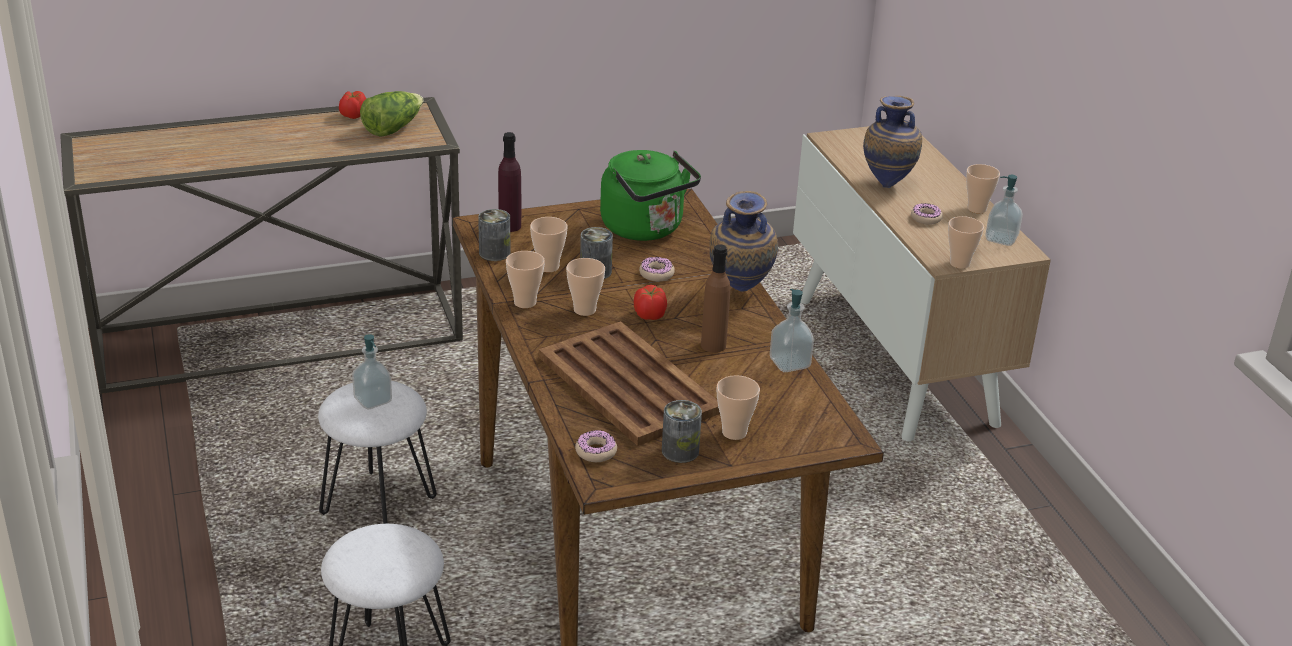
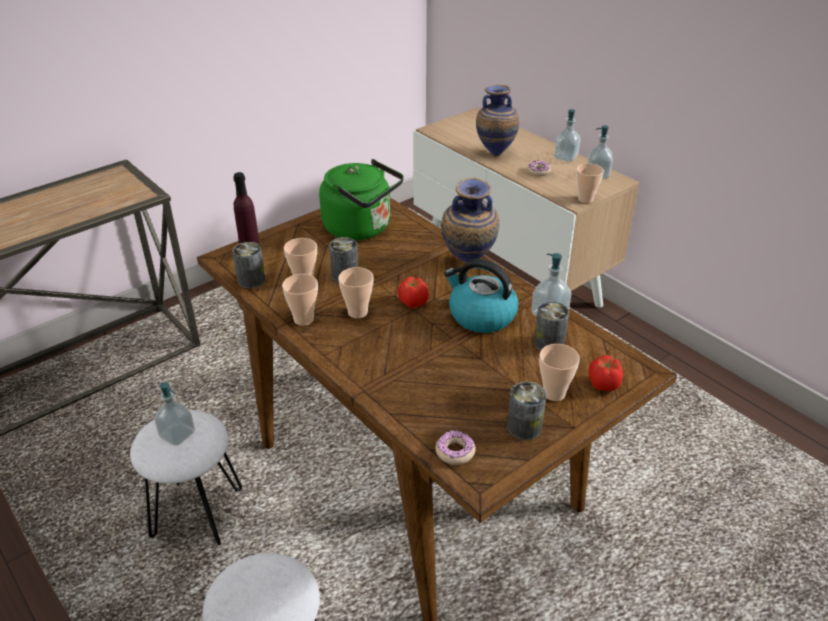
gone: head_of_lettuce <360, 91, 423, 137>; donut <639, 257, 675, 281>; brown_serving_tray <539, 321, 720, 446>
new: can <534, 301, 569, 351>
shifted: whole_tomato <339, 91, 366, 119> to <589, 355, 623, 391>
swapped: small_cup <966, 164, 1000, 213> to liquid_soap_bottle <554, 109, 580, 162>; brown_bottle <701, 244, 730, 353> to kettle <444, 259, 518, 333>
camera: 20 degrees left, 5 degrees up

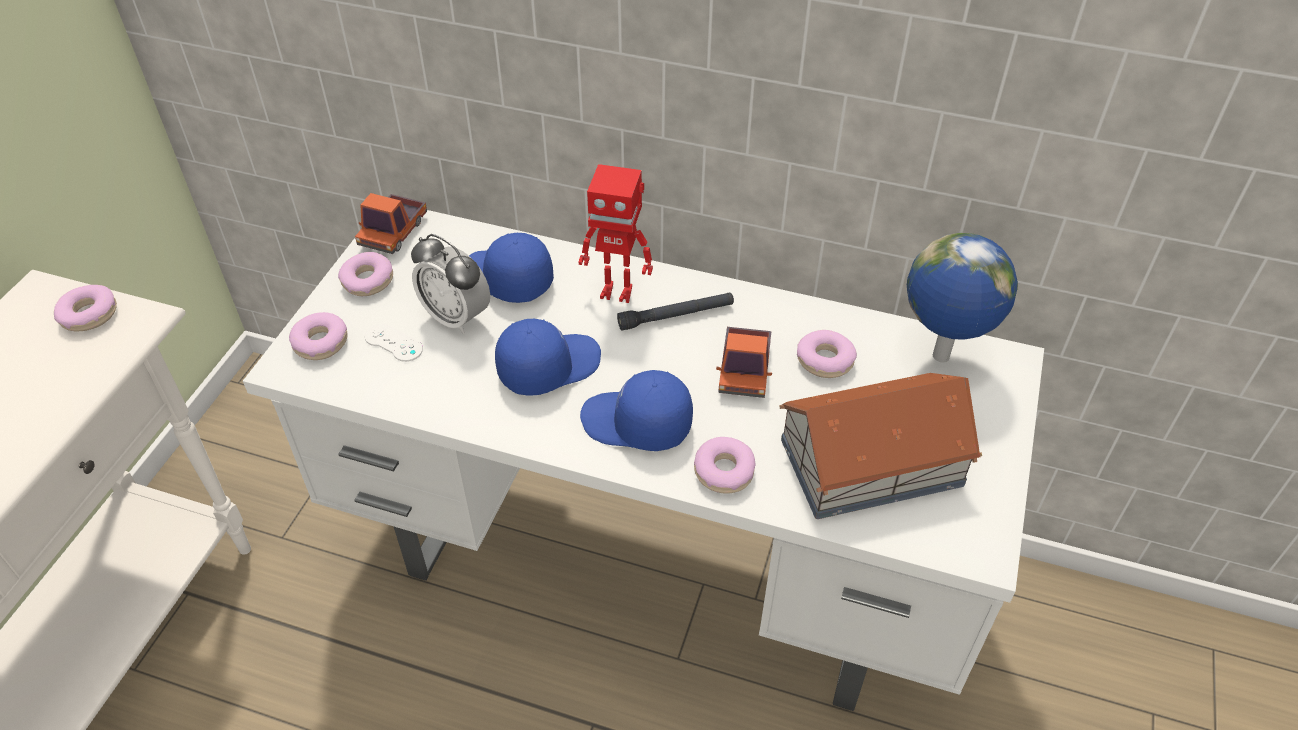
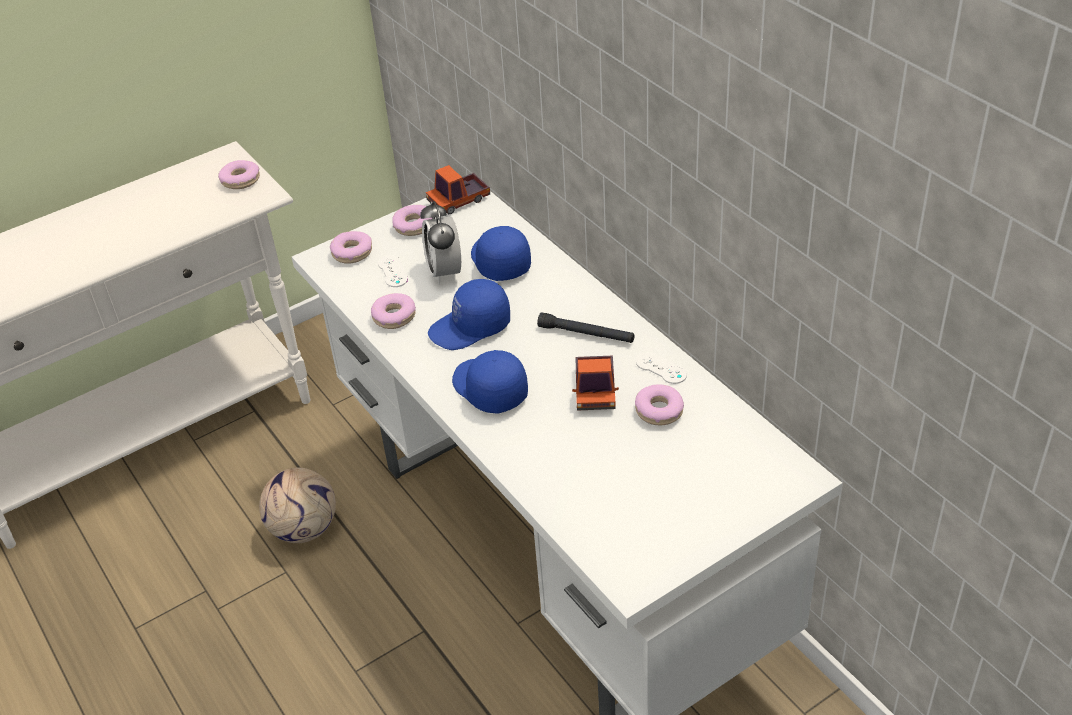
gone: toy_robot <579, 164, 653, 303>; desk_globe <907, 233, 1018, 363>; model_house <779, 373, 982, 519>
new: white_gamepad <636, 352, 687, 384>; football <259, 467, 336, 543>
shifted: donut <694, 437, 755, 494> to <371, 293, 416, 329>
rotated: blue_peaked_cap <495, 319, 601, 396> = <428, 279, 510, 350> 150 degrees clockwise; toy_truck <716, 327, 772, 398> = <572, 356, 619, 411> 45 degrees counterclockwise
camera: 40 degrees right, 5 degrees down

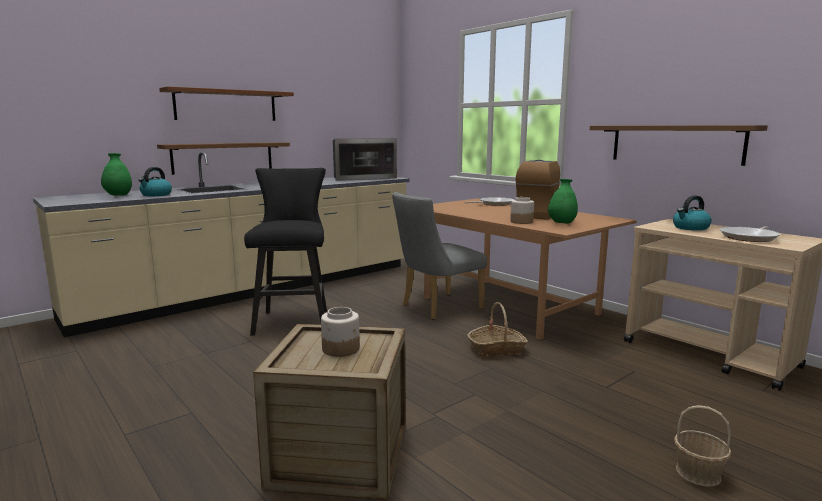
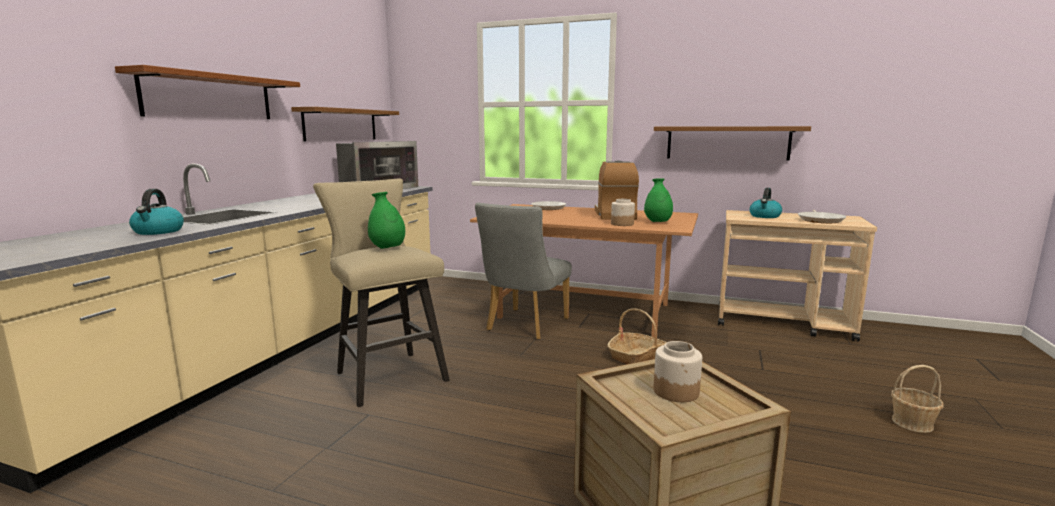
shifted: brown_bracket_shelf <157, 142, 290, 175> to <291, 107, 399, 141>; green_flower_vase <101, 153, 132, 196> to <368, 192, 405, 249>
repainted: black-coloured_stool_seat <244, 168, 327, 336> to beige-coloured_stool_seat <313, 179, 450, 407>
camera: 30 degrees left, 0 degrees up

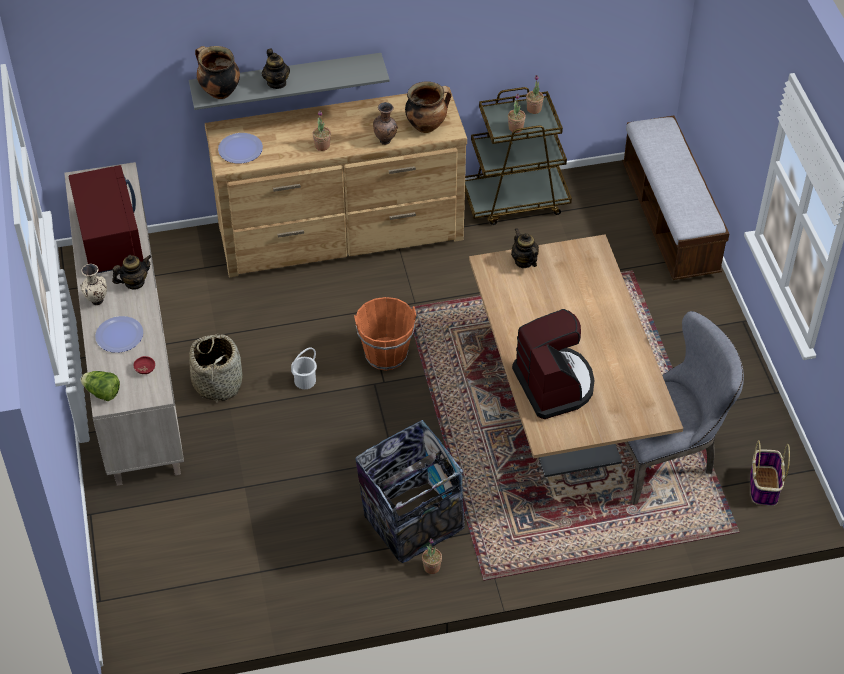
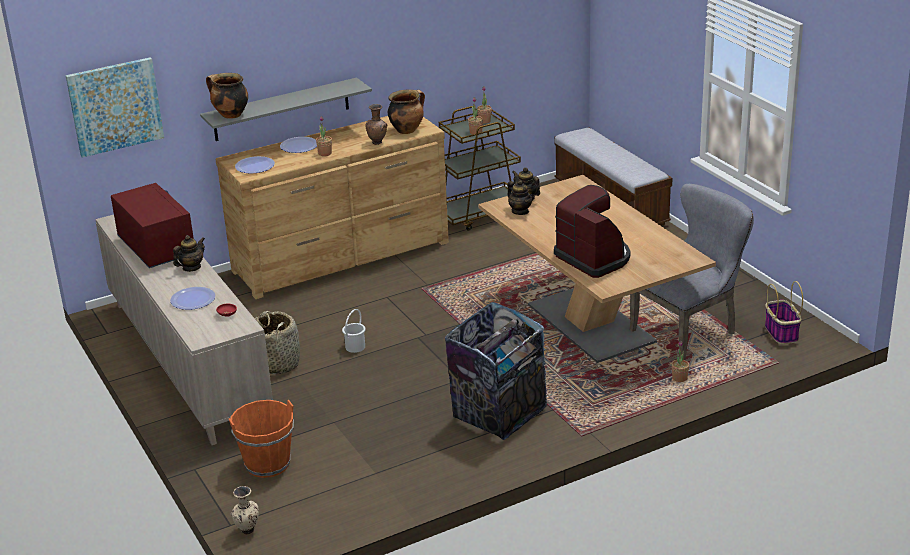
gone: head_of_lettuce <80, 371, 120, 401>
new: wall_picture <66, 57, 164, 157>; flat_dish <280, 137, 317, 153>
shifted: teapot <262, 49, 290, 89> to <507, 180, 533, 215>; beige-coloured_flower_vase <80, 264, 107, 305> to <230, 486, 259, 535>; orange-coloured_pail <354, 297, 416, 371> to <229, 400, 294, 478>; plant_in_a_pot <422, 538, 442, 574> to <671, 341, 689, 382>
camera: 15 degrees left, 20 degrees down

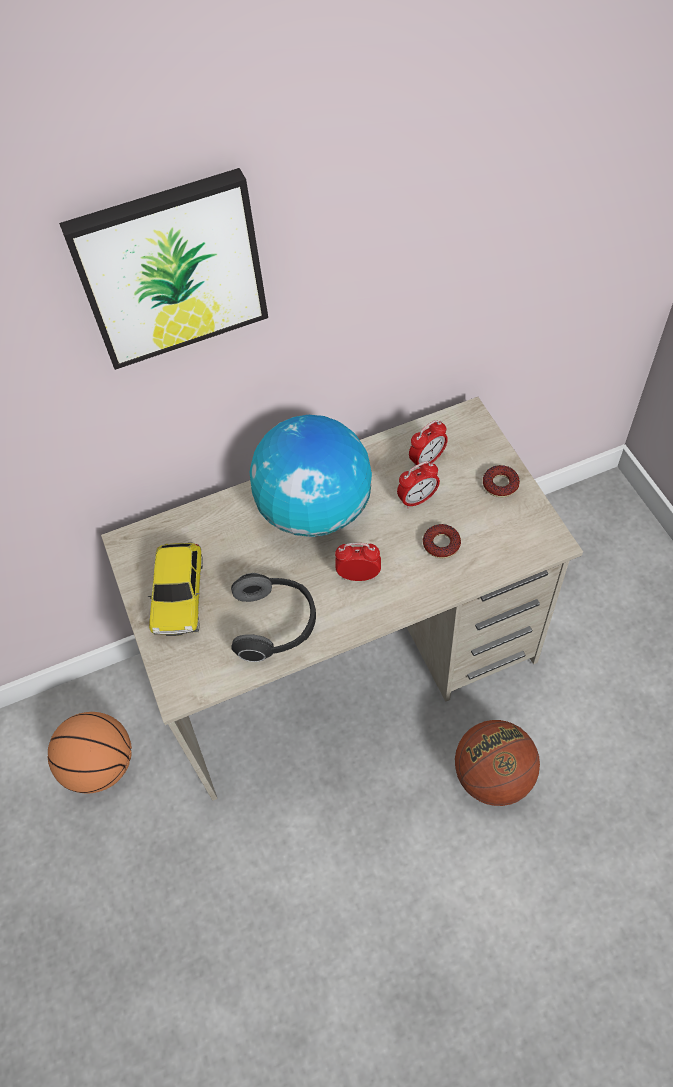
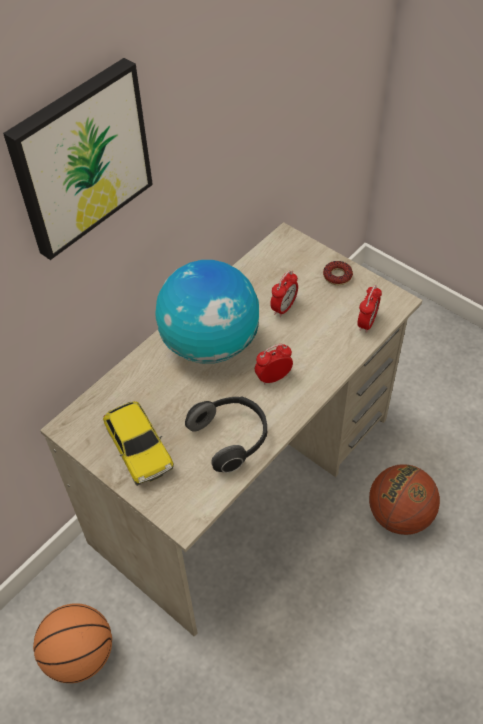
gone: donut <423, 524, 461, 558>
shifted: table_clock <409, 420, 448, 468> to <357, 285, 382, 333>
camera: 30 degrees left, 5 degrees down

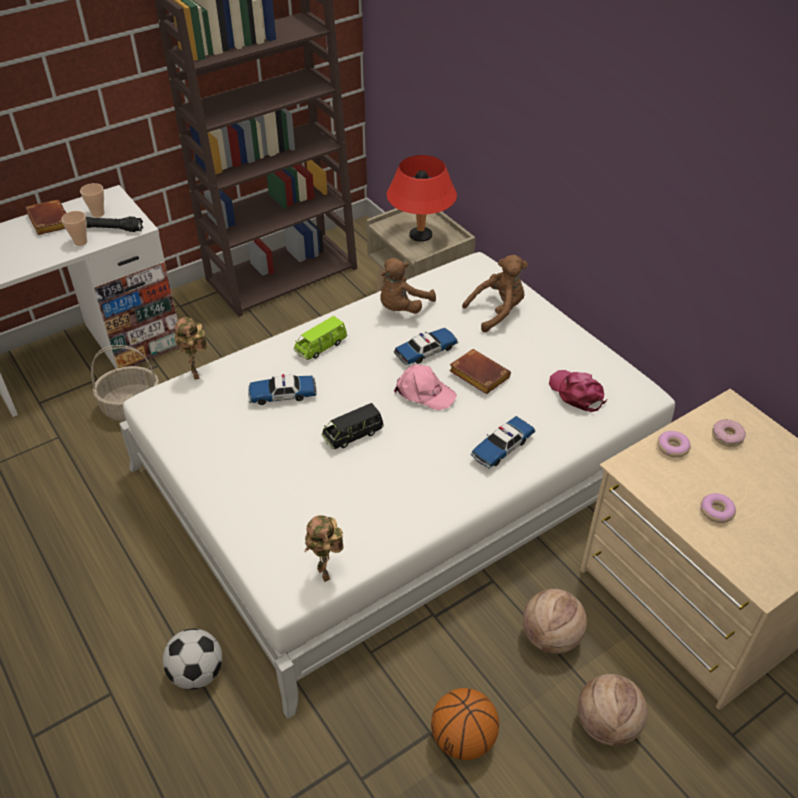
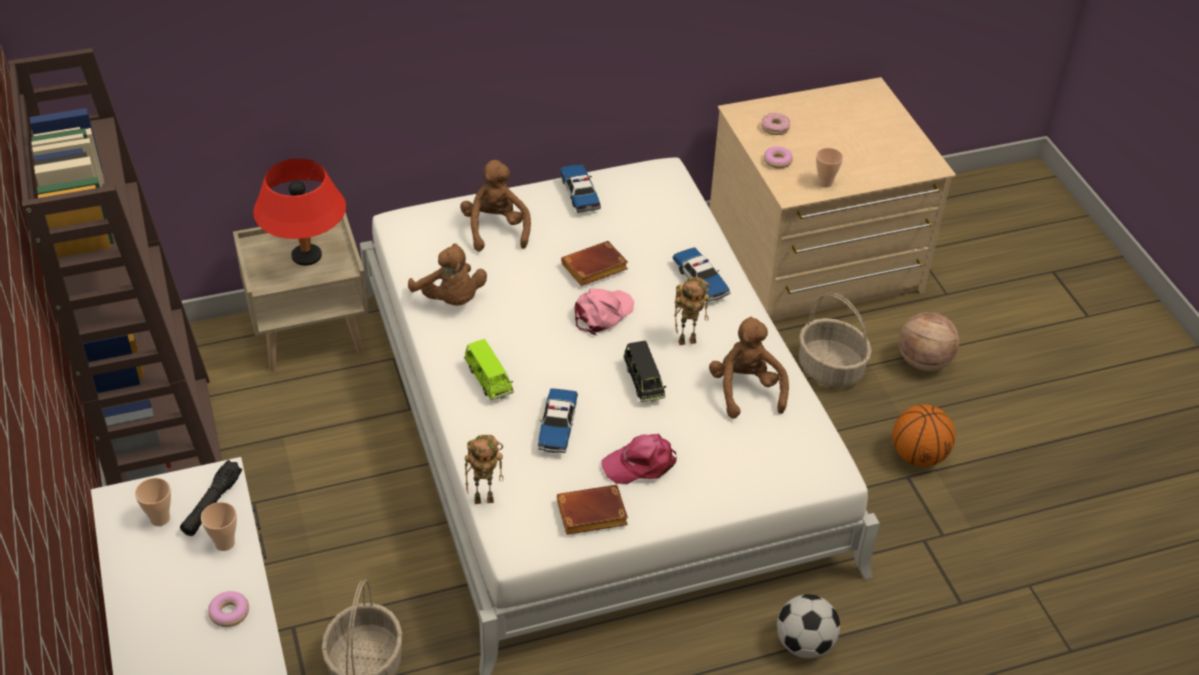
new: small_cup <816, 148, 843, 188>; brown_cuddly_toy <709, 316, 789, 419>
shifted: brown_bound_book <25, 200, 66, 235> to <557, 485, 628, 535>; toy_car <394, 328, 458, 365> to <560, 165, 601, 213>; pink-coloured_peaked_cap <549, 370, 607, 412> to <601, 434, 677, 484>; donut <700, 493, 736, 523> to <208, 591, 249, 627>; toy_robot <304, 515, 344, 582> to <674, 277, 711, 345>
swapped: ball_for_basketball <523, 589, 587, 654> to storage_basket <799, 292, 872, 388>
camera: 75 degrees left, 0 degrees up

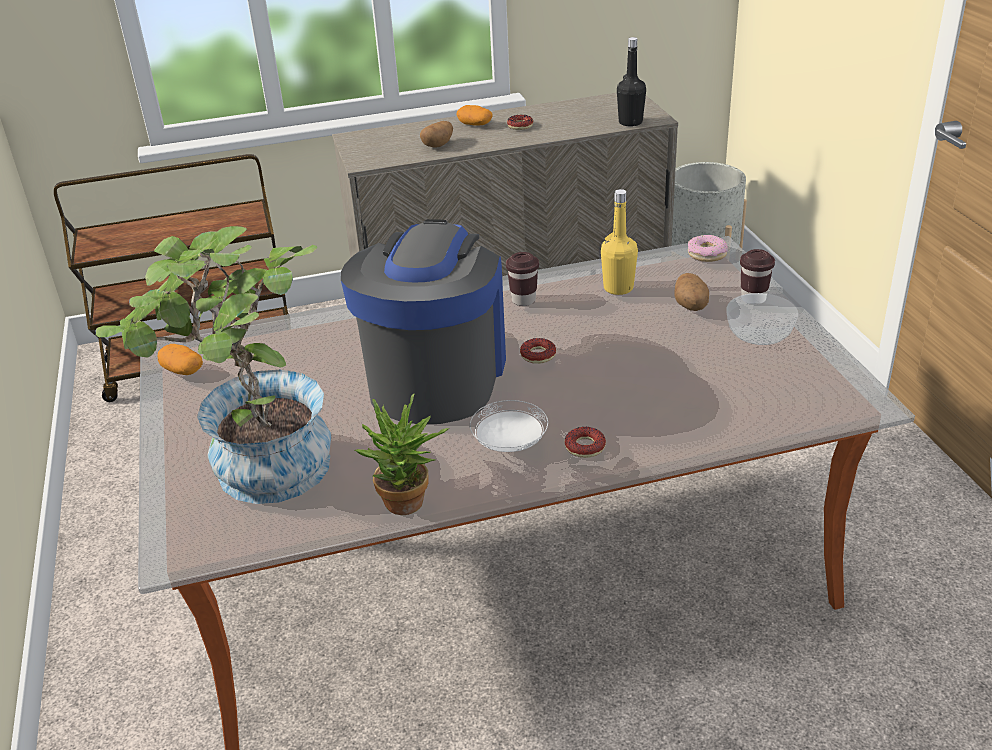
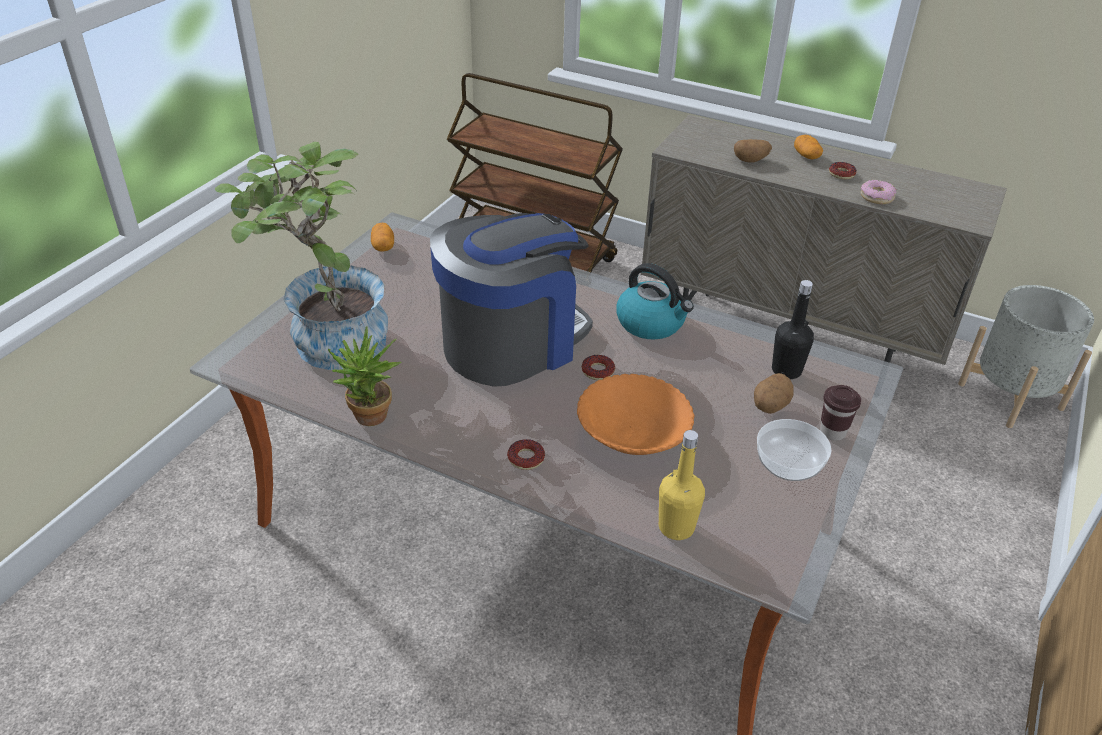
gone: white_flat_dish <470, 400, 548, 452>
new: orange-coloured_serving_bowl <577, 374, 695, 455>
shifted: black-coloured_bottle <617, 37, 646, 126> to <772, 280, 814, 379>; yellow_bottle <601, 189, 638, 295> to <659, 430, 705, 540>; donut <688, 235, 728, 262> to <860, 180, 896, 204>
swapped: brown_small_cup <506, 252, 539, 306> to kettle <617, 263, 694, 340>
camera: 40 degrees right, 5 degrees up

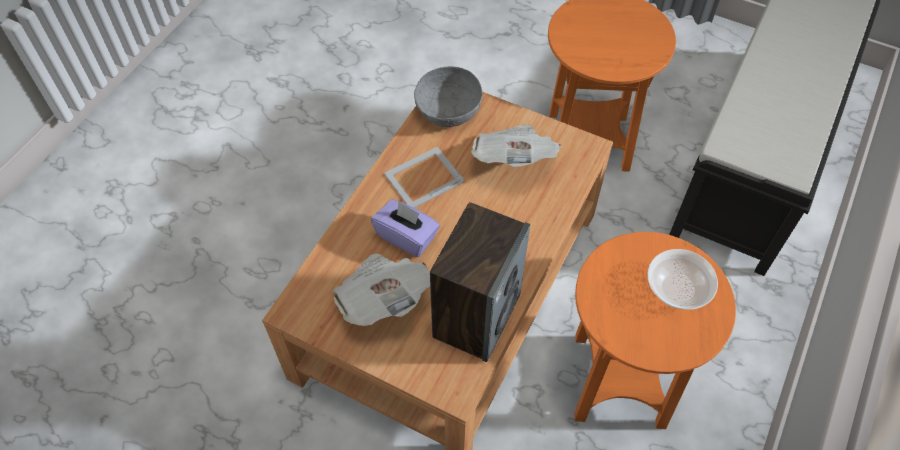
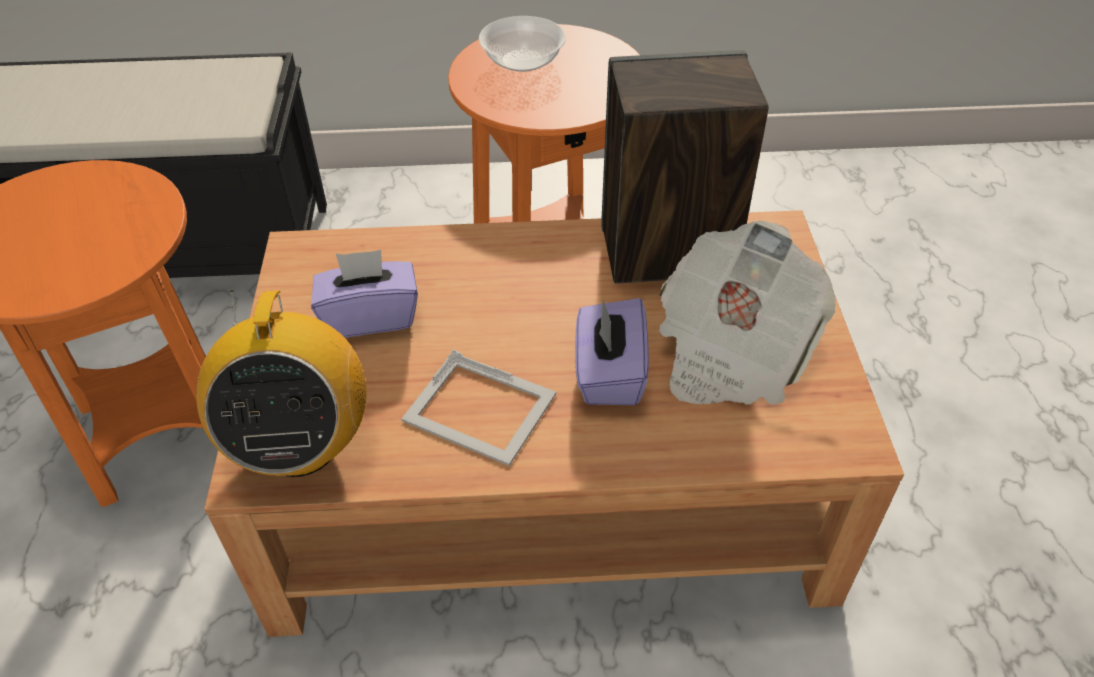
swapped: gray_serving_bowl <414, 66, 482, 127> to radio_receiver <196, 290, 367, 477>; daily_paper <471, 124, 561, 167> to purple_tissue_box <311, 250, 418, 338>
camera: 120 degrees left, 10 degrees down

